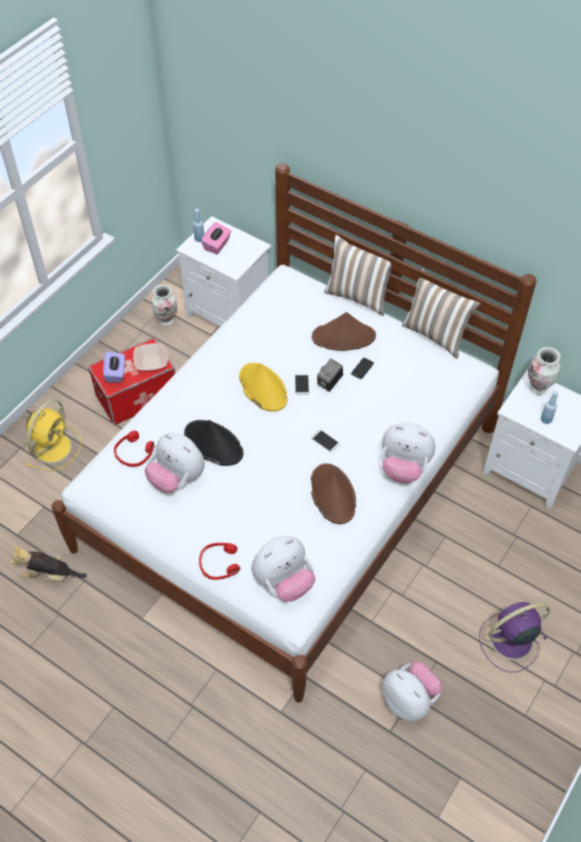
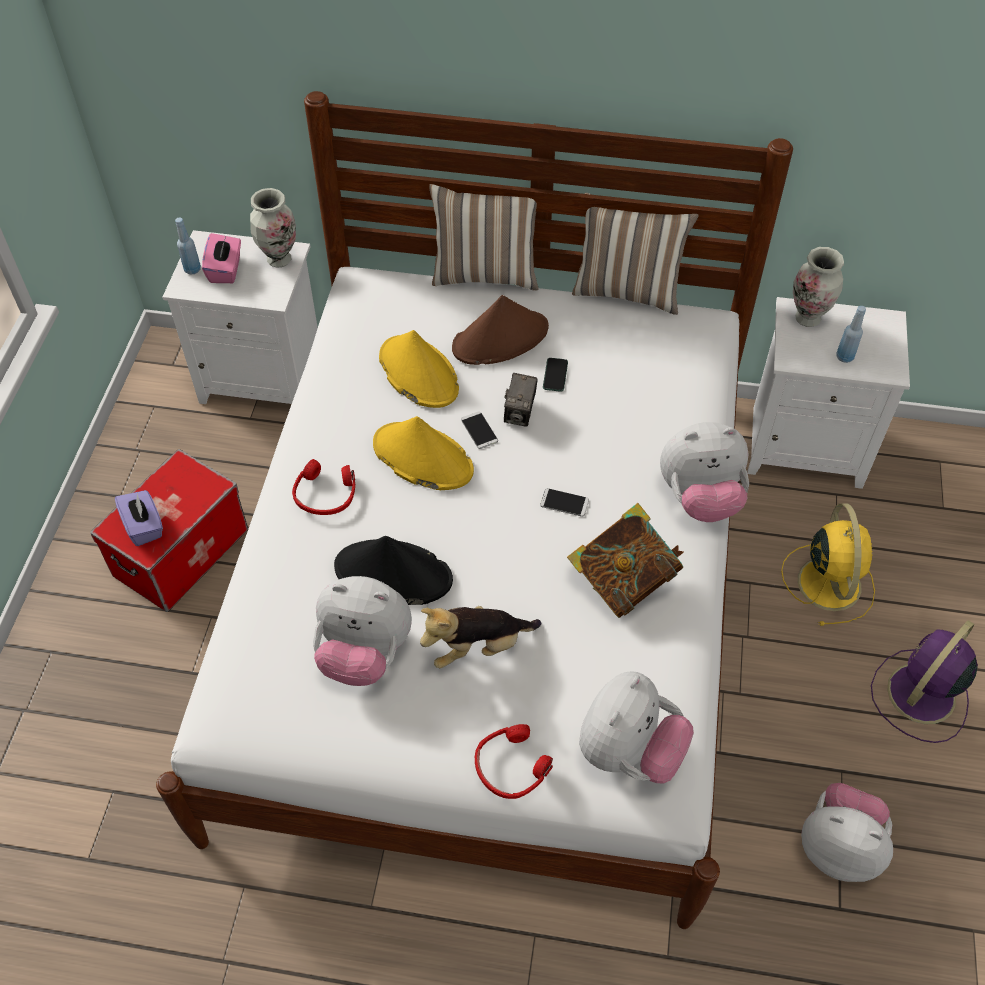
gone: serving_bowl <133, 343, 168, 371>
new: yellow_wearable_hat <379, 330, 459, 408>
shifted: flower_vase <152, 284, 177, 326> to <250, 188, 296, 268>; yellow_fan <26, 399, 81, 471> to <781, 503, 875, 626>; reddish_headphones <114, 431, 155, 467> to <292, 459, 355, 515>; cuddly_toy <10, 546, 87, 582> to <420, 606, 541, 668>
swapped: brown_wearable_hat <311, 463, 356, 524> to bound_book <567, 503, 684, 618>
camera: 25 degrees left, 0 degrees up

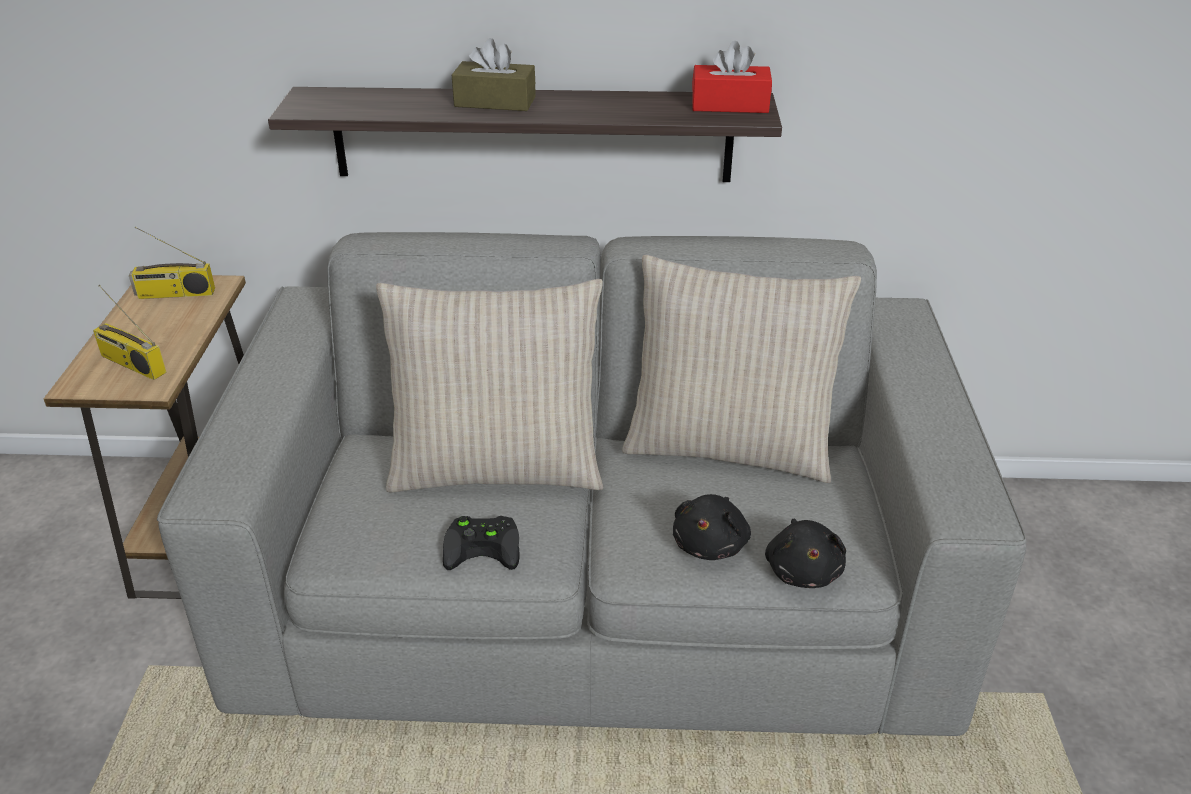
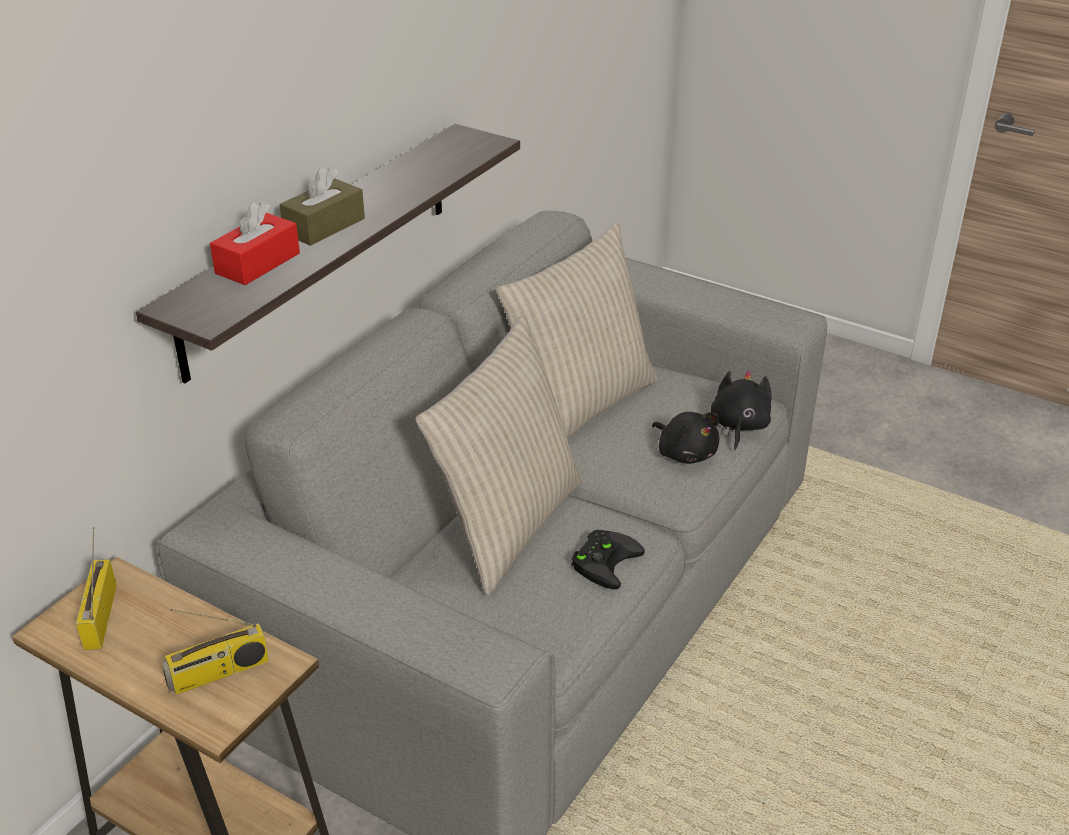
shifted: reddish_tissue_box <692, 41, 772, 113> to <210, 202, 300, 285>
rotated: radio_receiver <129, 227, 215, 299> = <76, 527, 117, 650> 150 degrees clockwise; black-coloured_cuddly_toy <765, 519, 846, 588> = <711, 370, 772, 450> 105 degrees counterclockwise
camera: 60 degrees left, 0 degrees up

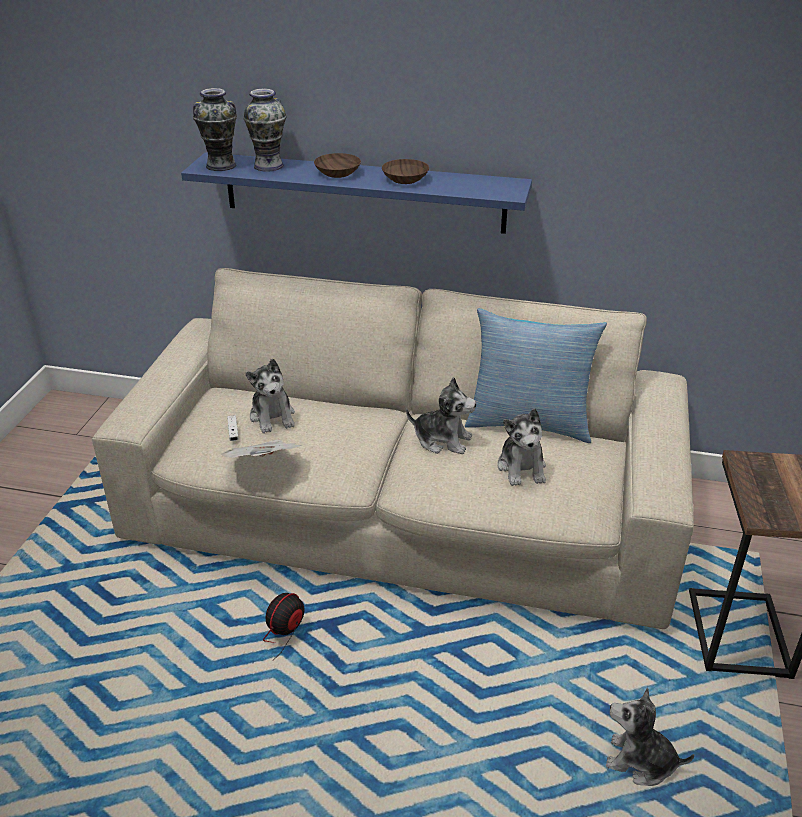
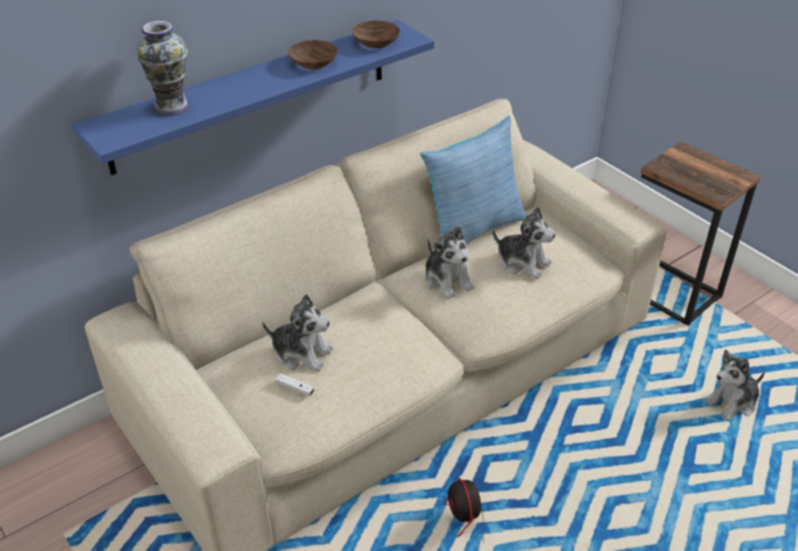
gone: flower_vase <193, 88, 237, 171>; daily_paper <221, 439, 303, 458>
shifted: brown_serving_bowl <314, 153, 361, 178> to <352, 21, 400, 48>
rotated: cuddly_toy <406, 377, 476, 454> = <424, 226, 474, 299> 90 degrees clockwise
camera: 50 degrees left, 5 degrees up

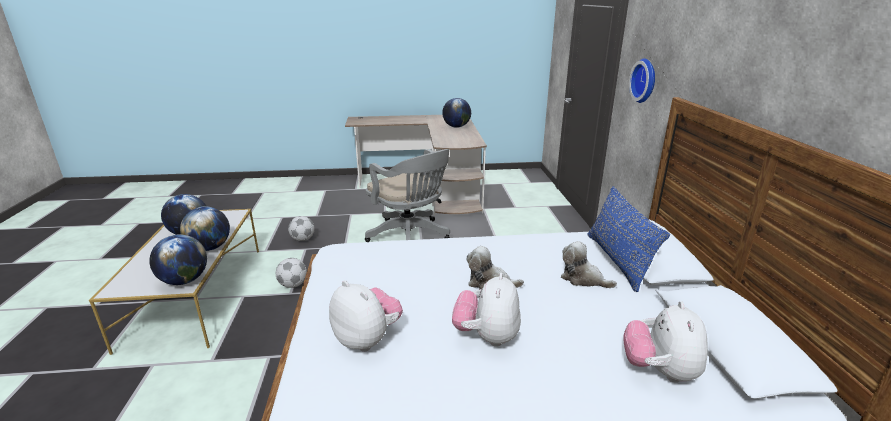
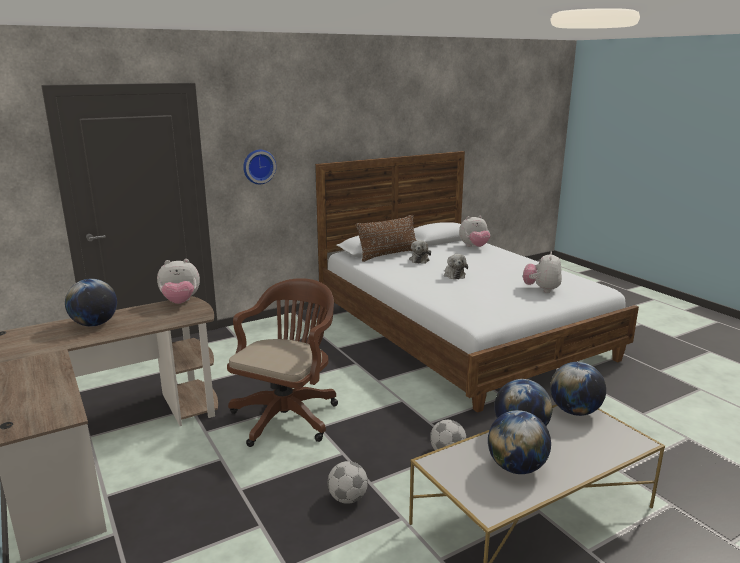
shifted: cuddly_toy <452, 273, 521, 347> to <157, 259, 200, 304>
repainted: gray_office_chair <365, 149, 450, 242> to brown_office_chair <227, 278, 338, 447>; blue_cushion <587, 186, 670, 292> to brown_cushion <356, 215, 417, 262>
camera: 115 degrees left, 5 degrees down

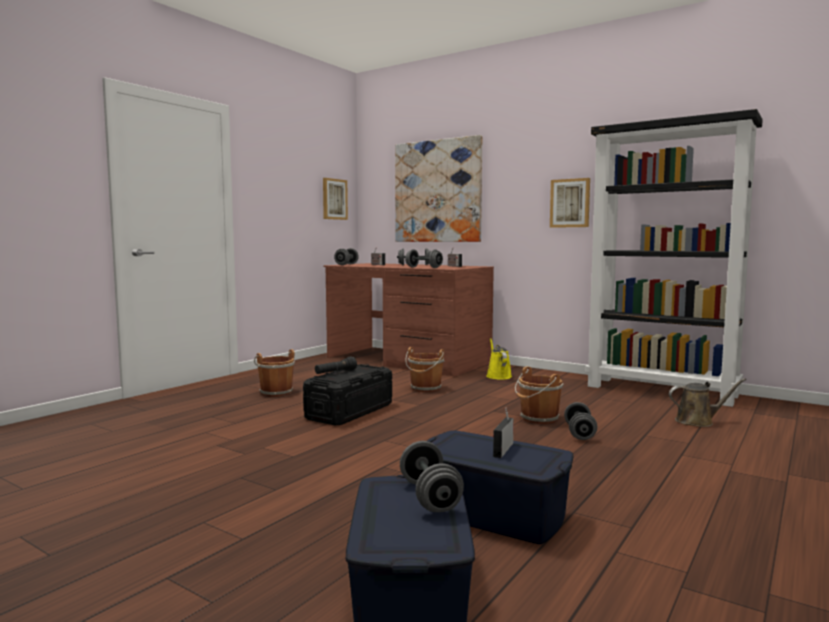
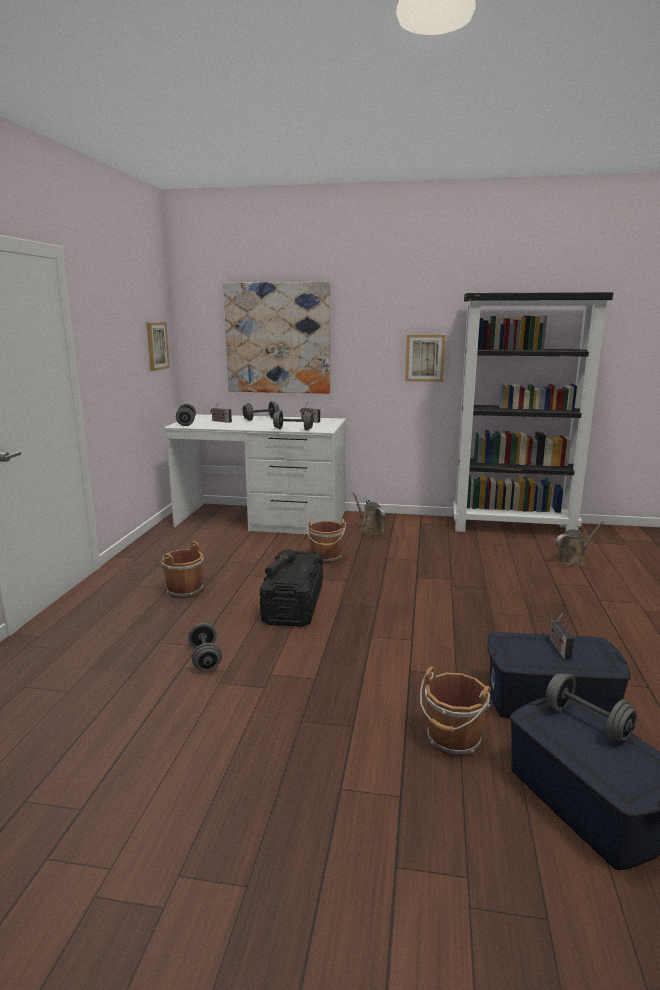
shifted: brown_pail <515, 366, 564, 424> to <420, 666, 491, 756>; gray_free_weight <564, 402, 597, 440> to <188, 623, 222, 671>
repainted: brown_desk_unit <323, 263, 494, 377> to white_desk_unit <164, 414, 346, 534>; yellow_watering_can <486, 338, 512, 380> to brown_watering_can <352, 492, 385, 534>
camera: 25 degrees left, 10 degrees up

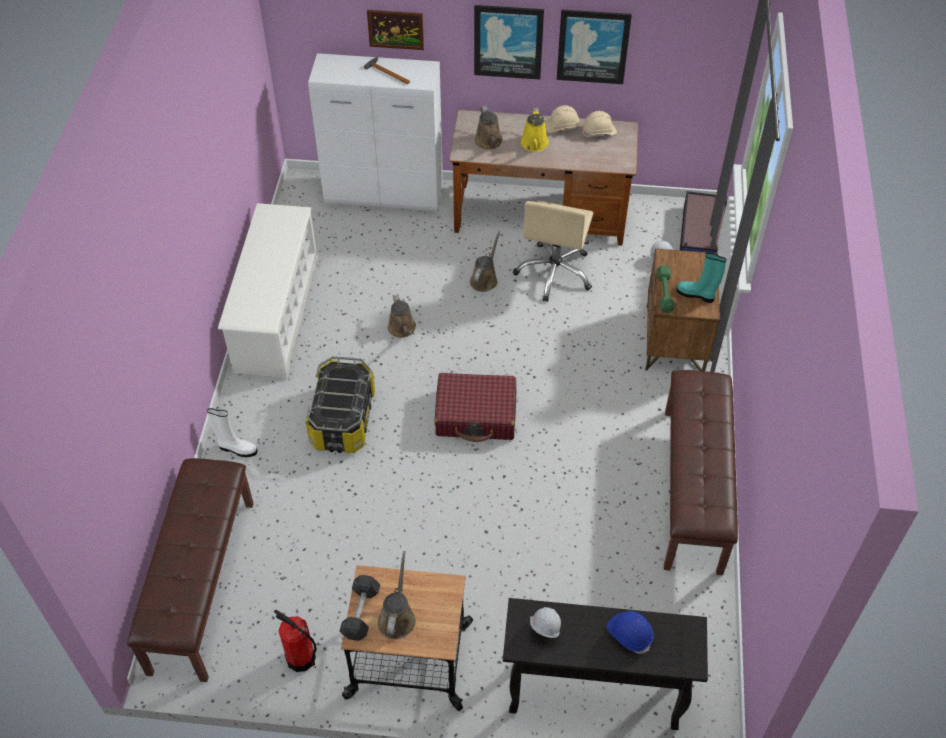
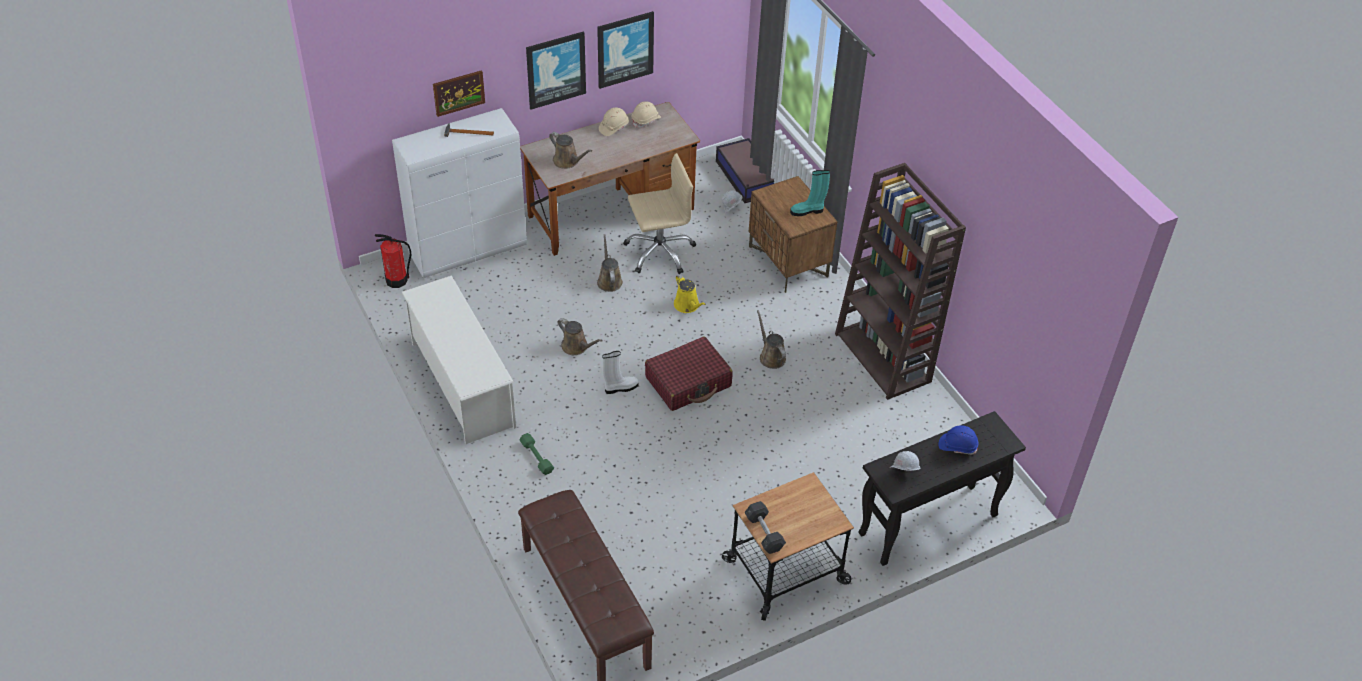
gone: storage_container <306, 356, 375, 453>
shifted: yellow_watering_can <521, 108, 549, 152> to <674, 274, 706, 313>; green_free_weight <657, 265, 675, 313> to <520, 433, 554, 475>; white_tall_boot <207, 408, 257, 457> to <602, 351, 639, 394>; brown_watering_can <378, 551, 416, 639> to <757, 310, 786, 369>; fire_extinguisher <274, 610, 317, 672> to <375, 234, 411, 288>
swapped: brown_bench <664, 370, 738, 575> to brown_bookcase <835, 163, 966, 400>
rotated: beige-coloured_office_chair <513, 201, 593, 302> = <623, 153, 696, 274> 90 degrees counterclockwise
camera: 35 degrees left, 5 degrees down

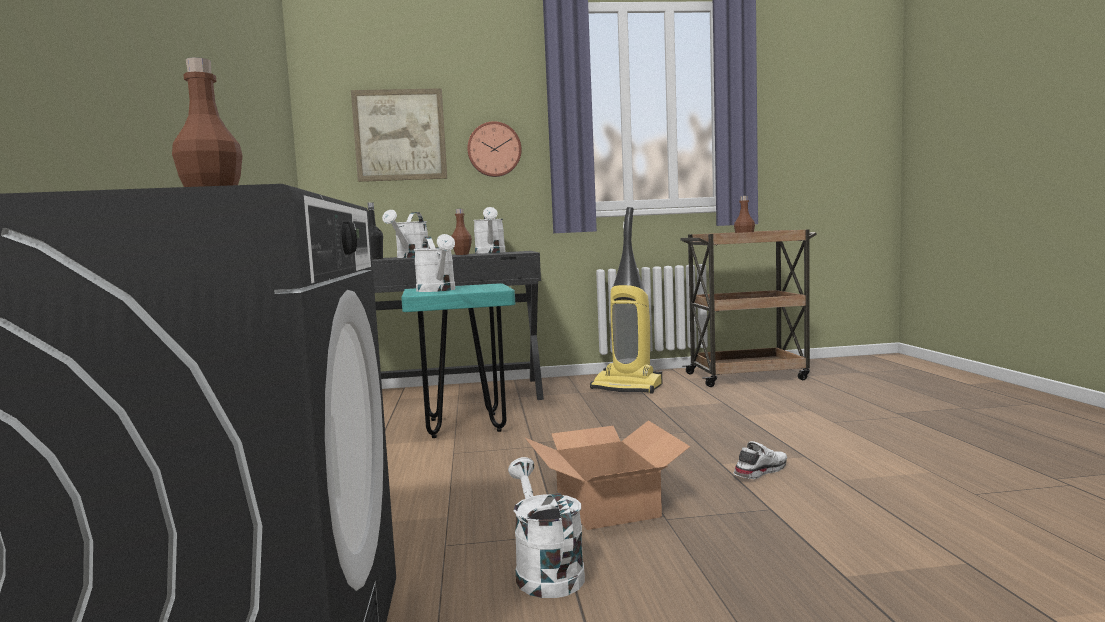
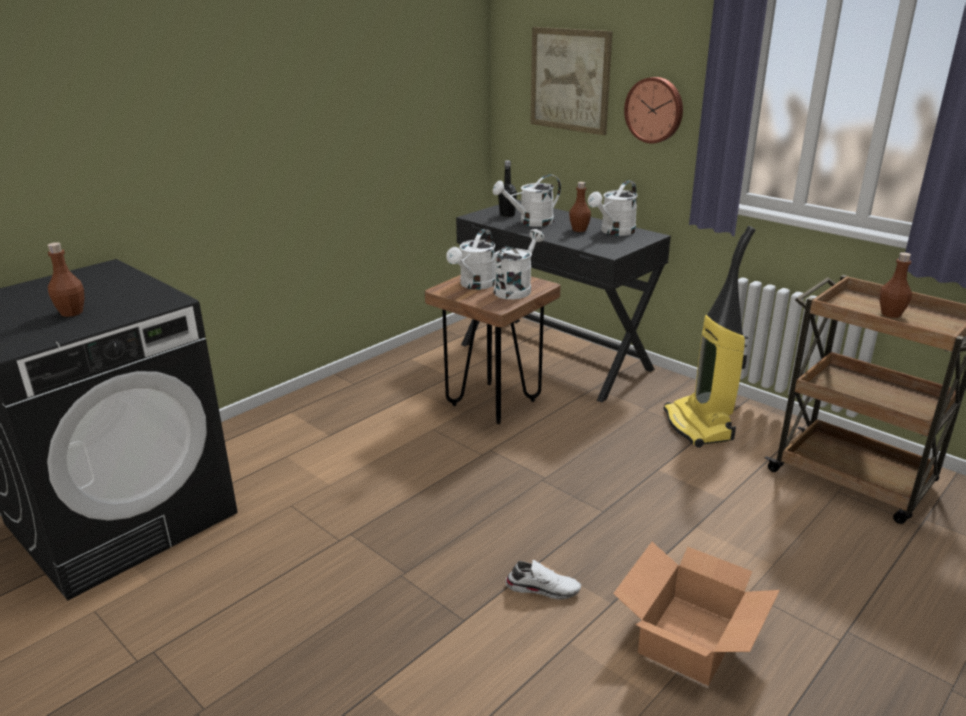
shifted: carton <525, 420, 690, 530> to <613, 542, 780, 686>; white_watering_can <508, 457, 585, 598> to <494, 229, 544, 299>
repainted: turquoise-coloured_stool_seat <401, 283, 515, 438> to brown_stool_seat <425, 275, 561, 424>
camera: 50 degrees right, 20 degrees up

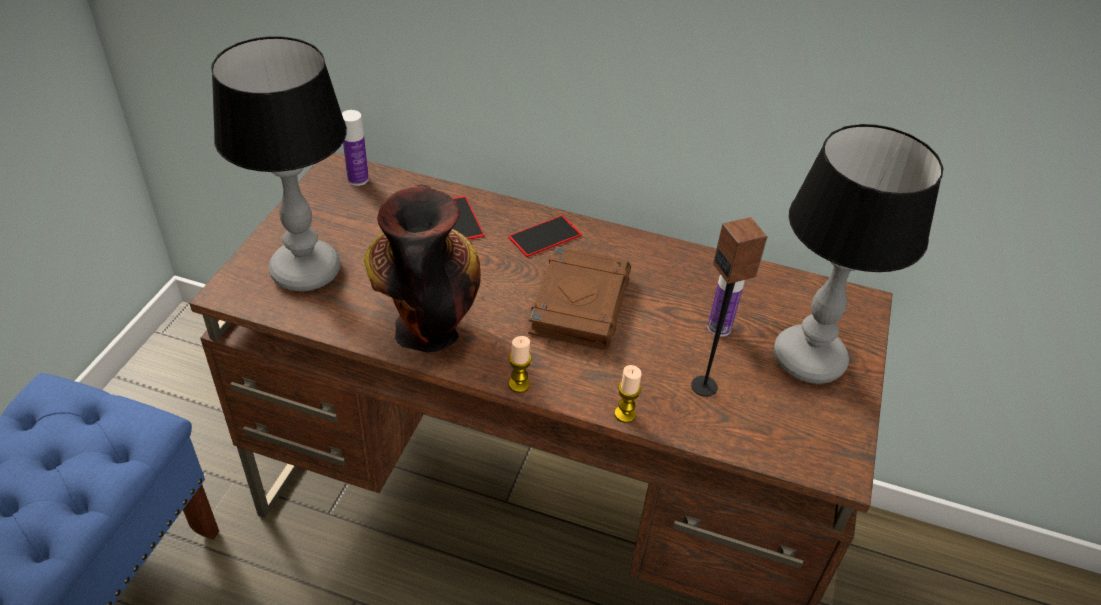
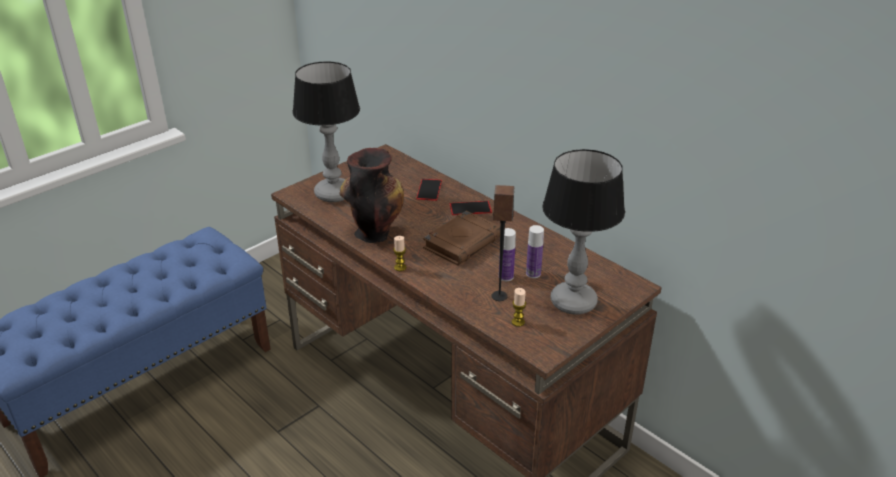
shifted: bottle <342, 110, 369, 186> to <499, 228, 516, 281>; candle <615, 365, 642, 423> to <512, 288, 526, 327>
camera: 30 degrees right, 10 degrees down

